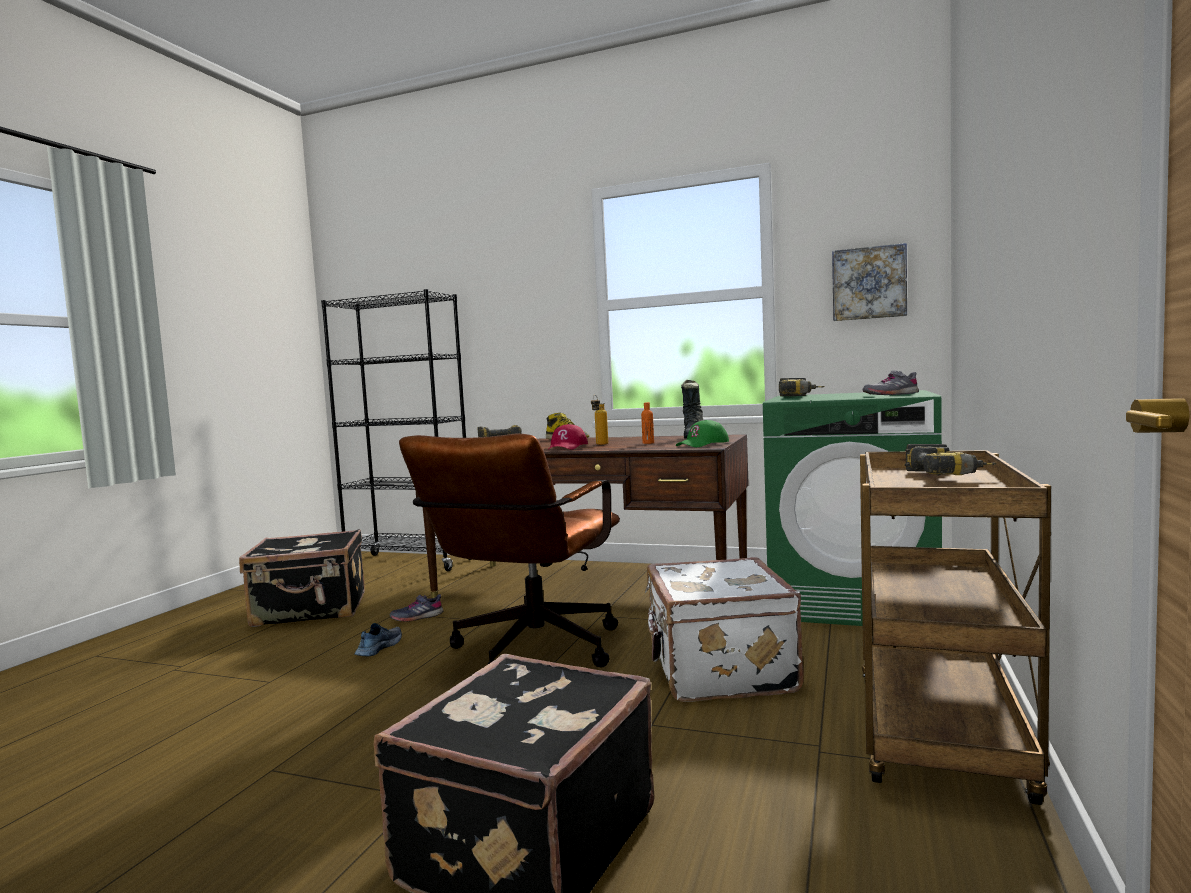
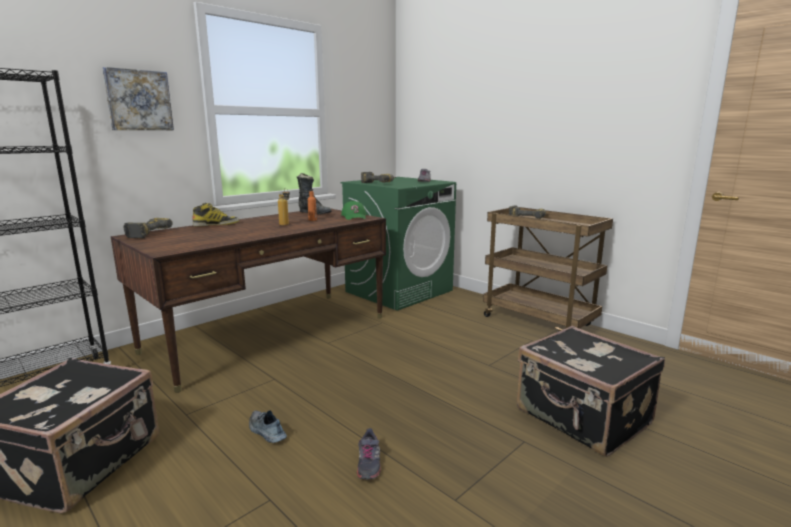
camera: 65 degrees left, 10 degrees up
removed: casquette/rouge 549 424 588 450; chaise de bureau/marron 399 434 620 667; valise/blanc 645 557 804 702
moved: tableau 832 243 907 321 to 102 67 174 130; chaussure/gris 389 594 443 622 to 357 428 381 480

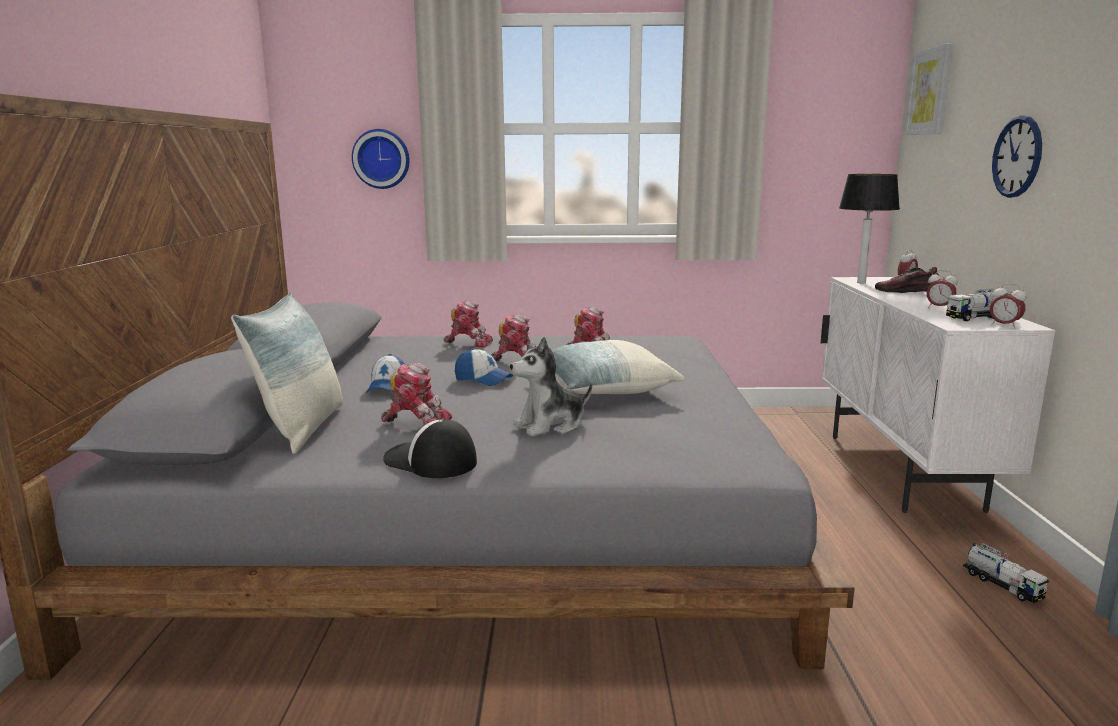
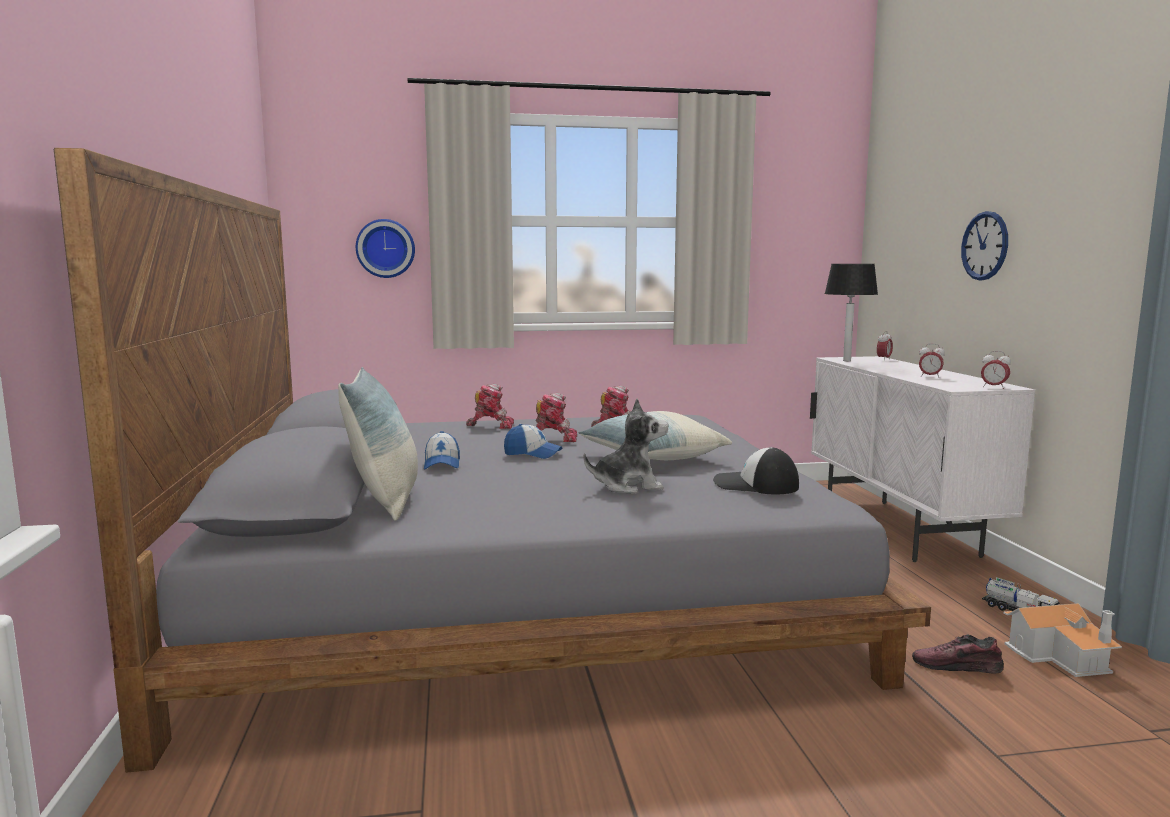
camera: 10 degrees left, 5 degrees down
removed: tableau 905 43 953 135; camion jouet 946 289 1009 321; robot jouet 381 363 452 426
added: maison miniature 1003 603 1122 677
moved: chaussure 875 267 940 293 to 912 635 1004 674; casquette 383 419 477 478 to 713 447 799 494
turned: peluche 510 337 592 437 = 583 399 669 494 150 degrees counterclockwise

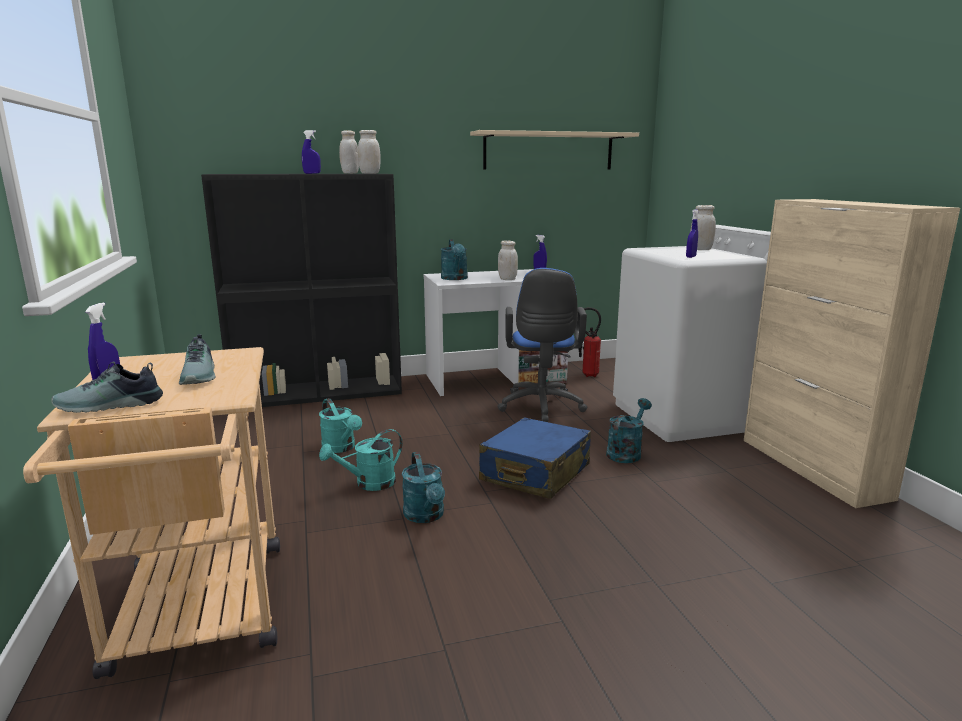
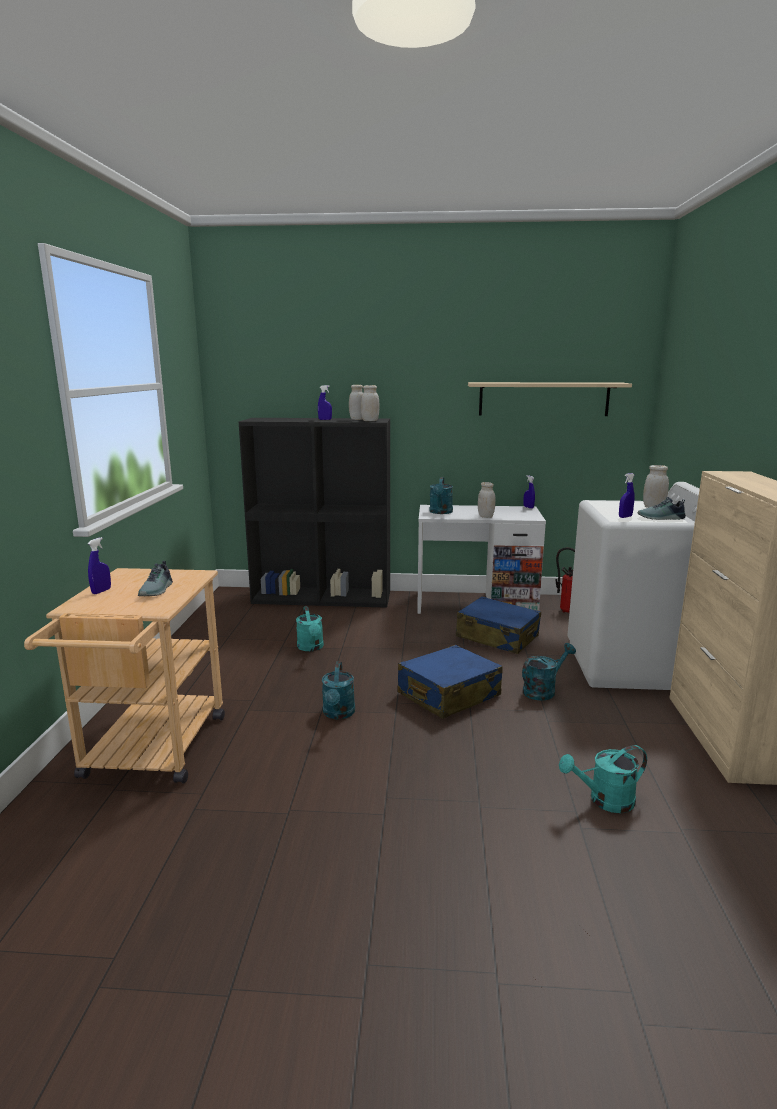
camera: 20 degrees right, 0 degrees up
moved: chaussure 51 361 163 413 to 638 497 686 520; arrosoir/turquoise 319 429 402 491 to 559 745 647 813
replaced: chaise de bureau/bleu 497 268 587 422 to valise/bleu 456 596 541 654

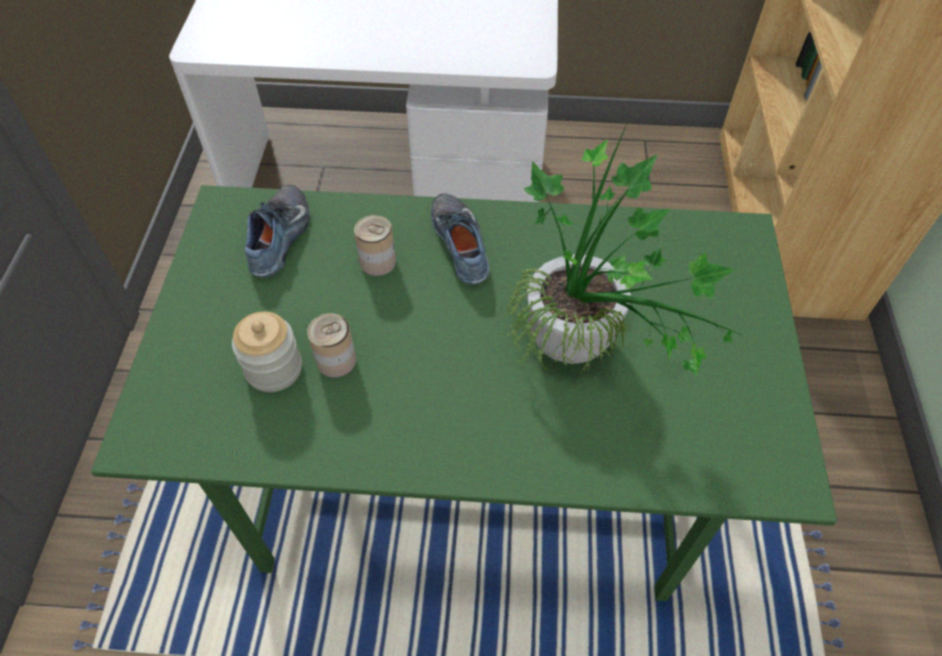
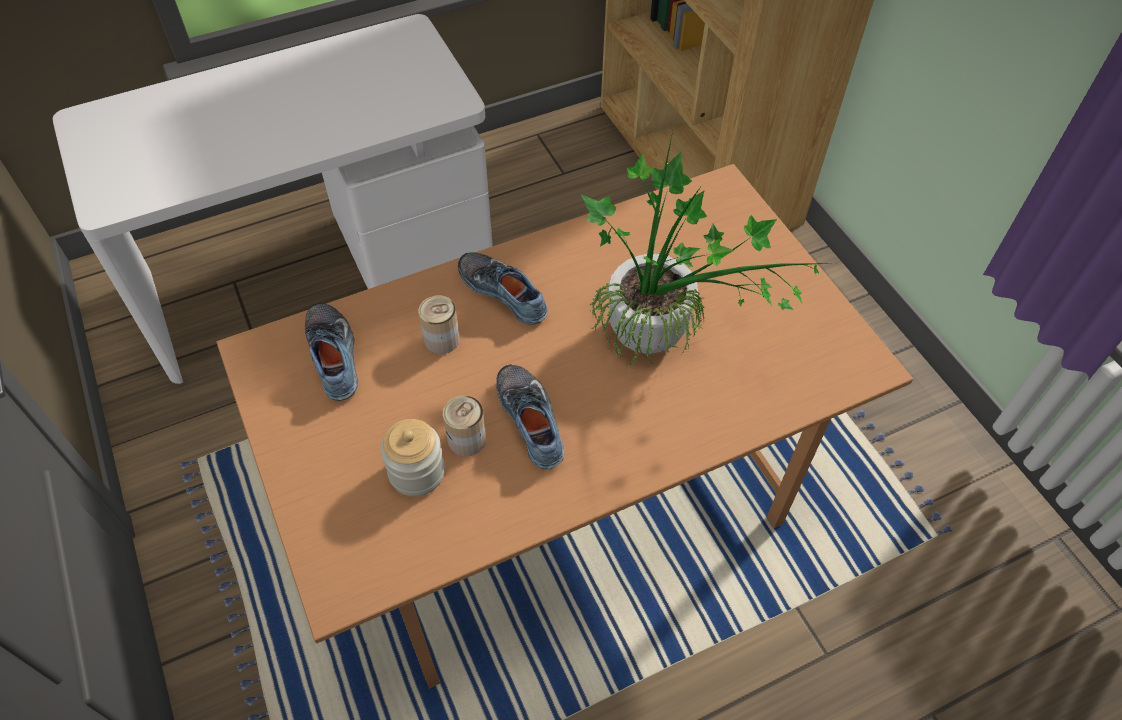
camera: 30 degrees left, 0 degrees up
added: chaussure 496 364 564 469
recoloured: table à manger/vert 91 185 837 601 to table à manger/marron 216 164 913 689

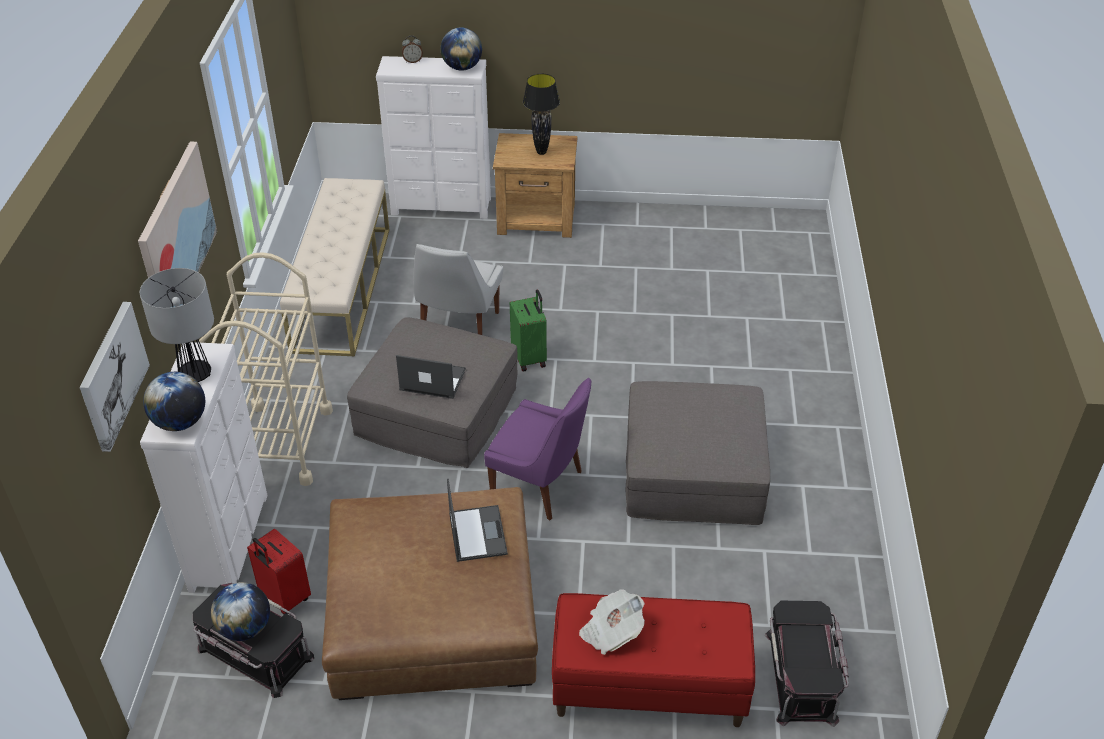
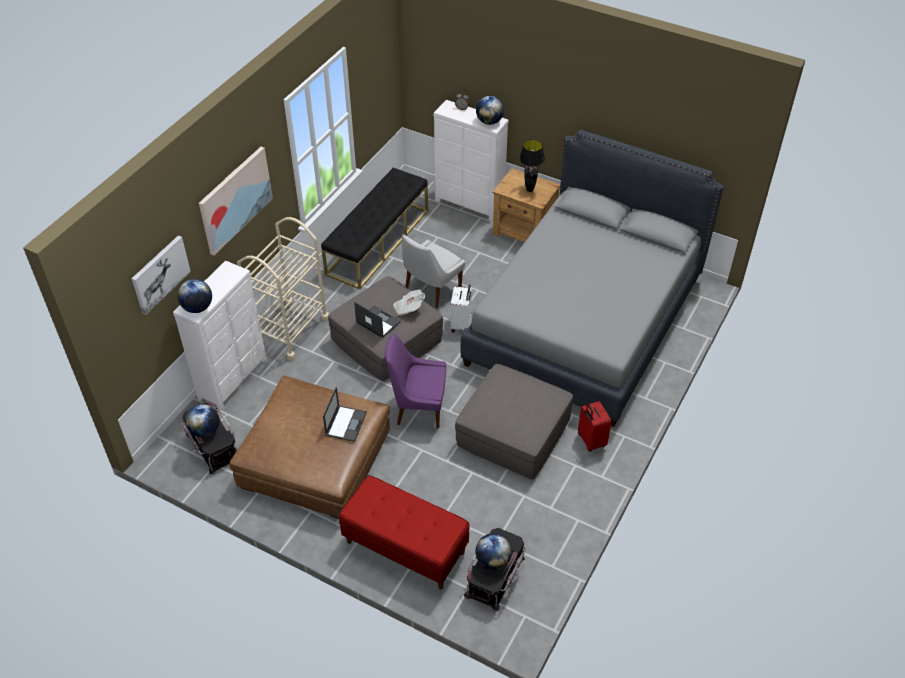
camera: 25 degrees right, 5 degrees up
removed: lampe de table 140 268 214 382
added: lit/gris 461 130 724 427; globe 475 533 512 570
moved: valise/rouge 247 529 311 615 to 578 401 612 452; journal 579 589 645 655 to 393 289 425 316
recoloured: banc/beige 280 178 390 356 to banc/noir 321 168 428 289; valise/vert 510 289 547 372 to valise/blanc 451 285 472 333
turned: chaise/violet 484 378 591 521 = 385 334 446 429 135 degrees clockwise

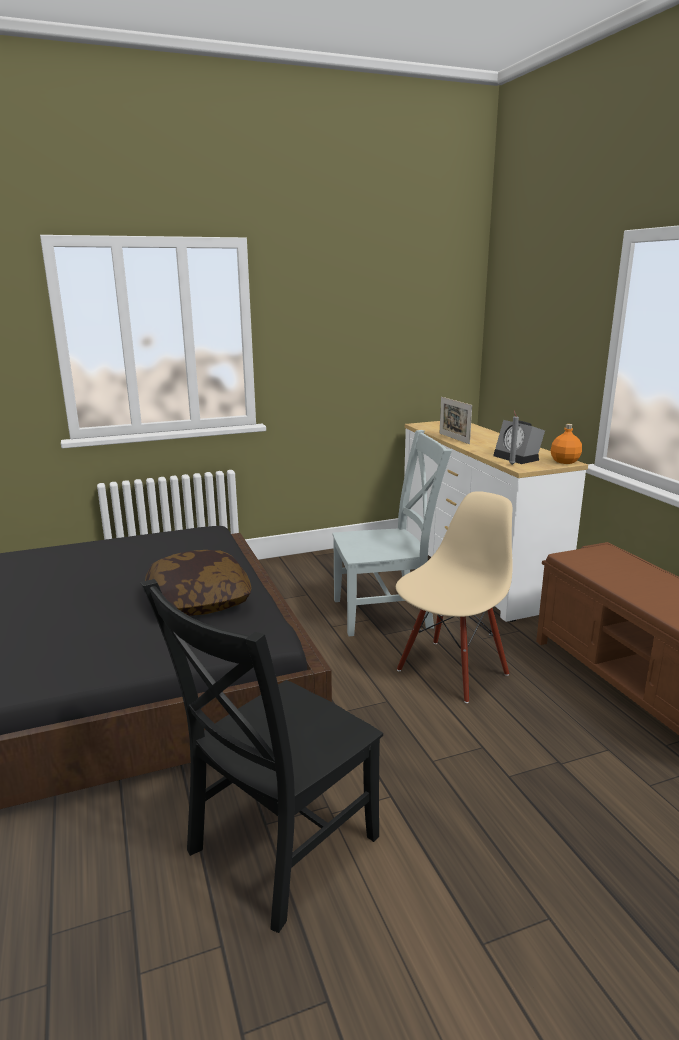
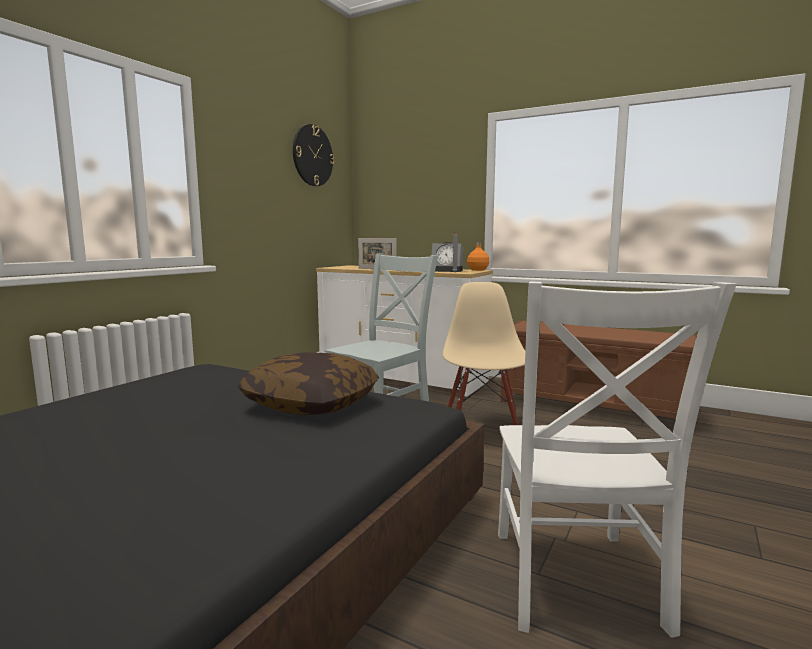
camera: 40 degrees left, 10 degrees down
added: horloge murale 293 124 334 186
recoloured: chaise/noir 140 579 383 933 to chaise/blanc 498 282 737 638

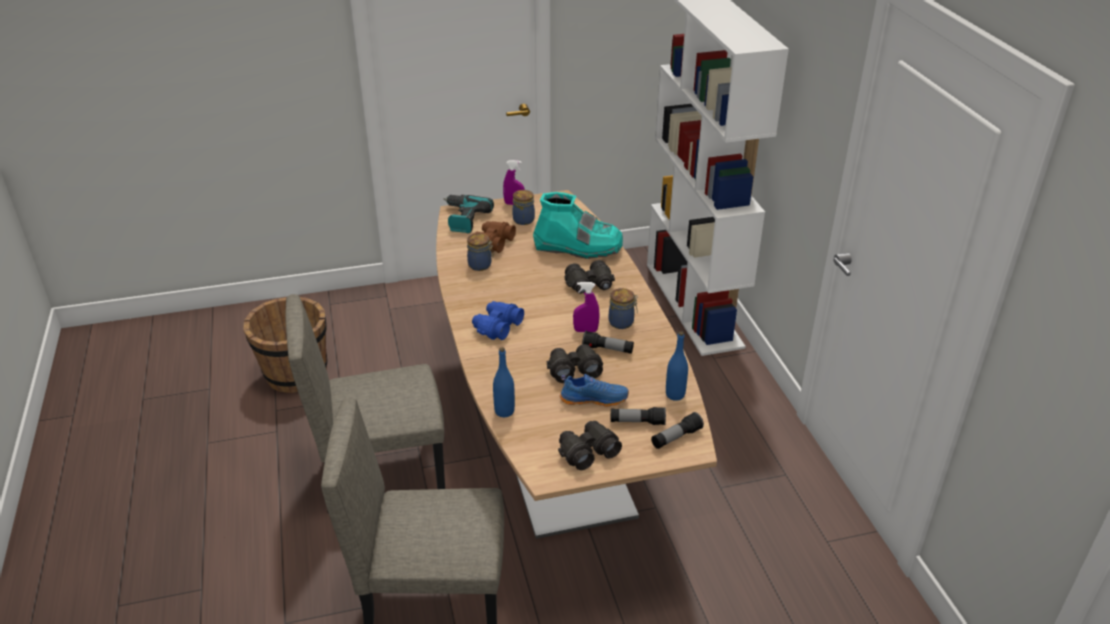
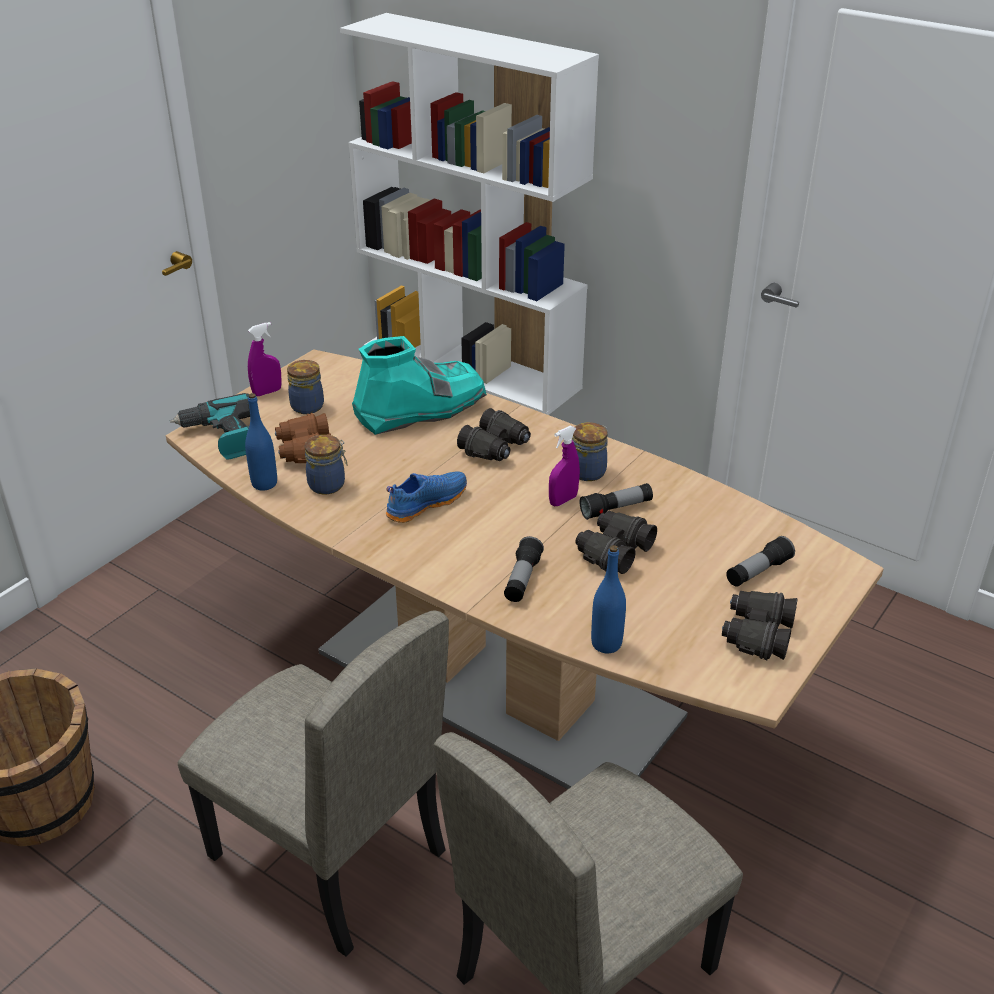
camera: 40 degrees left, 0 degrees up
removed: jumelles/bleu 472 301 524 340
moved: bouteille/bleu 666 331 688 401 to 245 393 277 490; chaussure/bleu 560 374 629 407 to 386 471 467 523; lampe de poche 651 412 704 449 to 504 536 544 602
turned: chaise/beige 286 294 445 513 = 178 611 449 956 90 degrees counterclockwise

